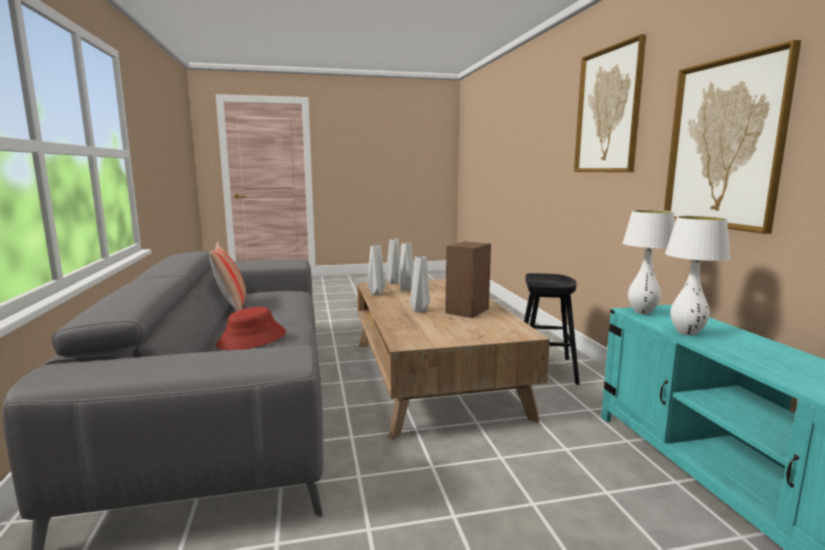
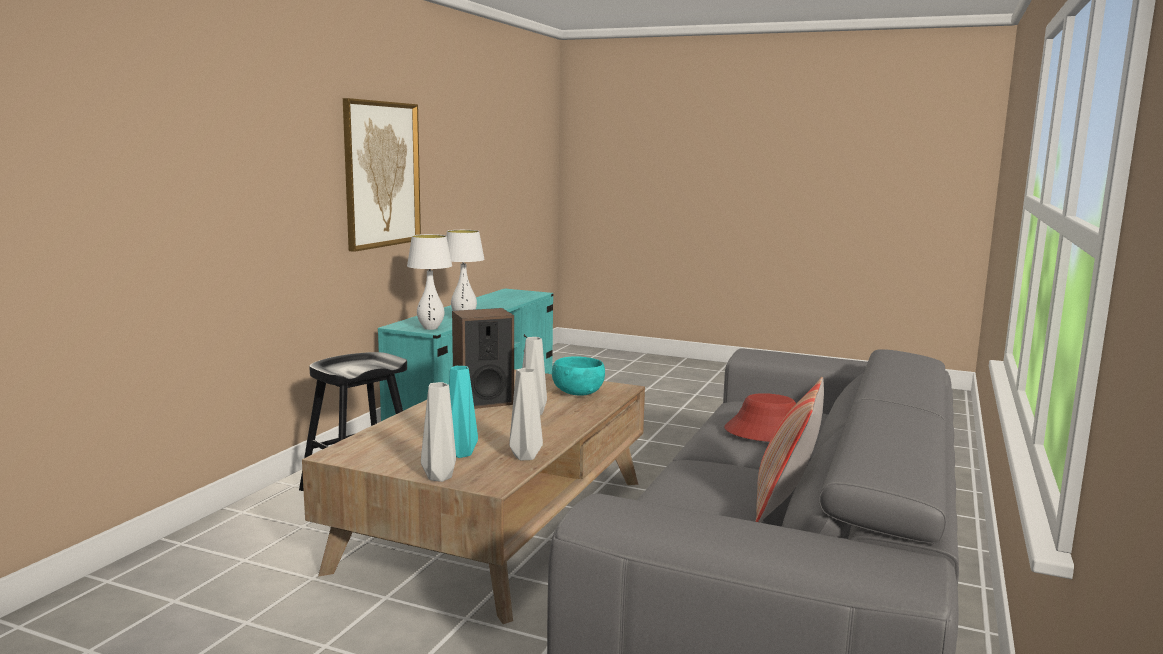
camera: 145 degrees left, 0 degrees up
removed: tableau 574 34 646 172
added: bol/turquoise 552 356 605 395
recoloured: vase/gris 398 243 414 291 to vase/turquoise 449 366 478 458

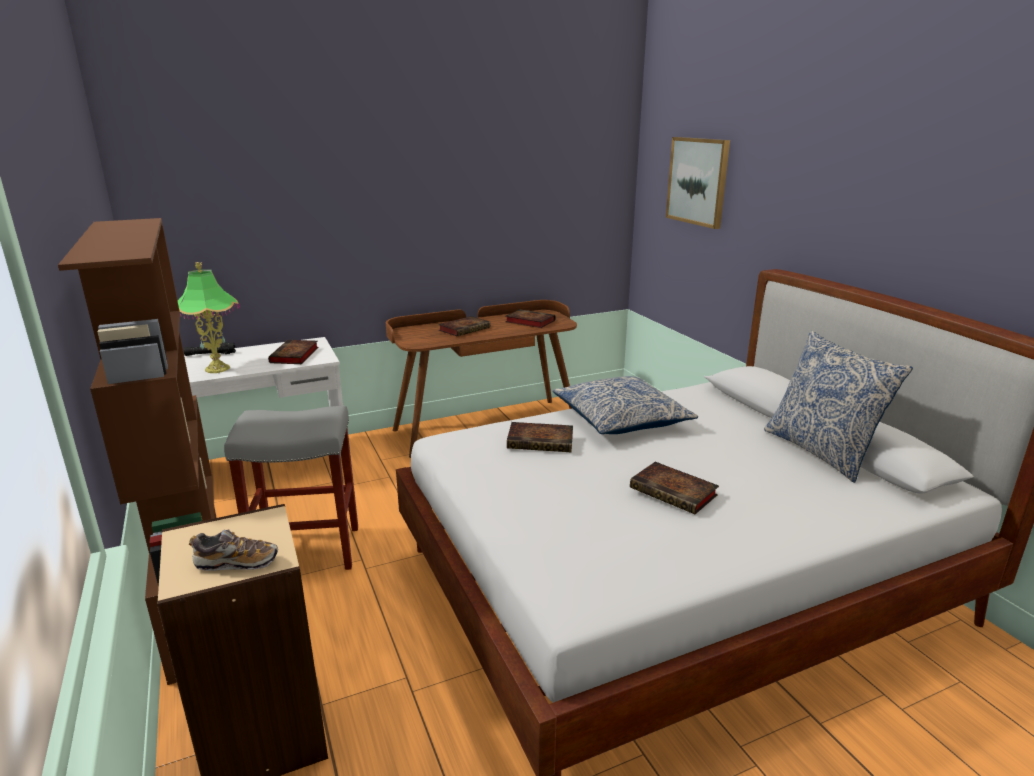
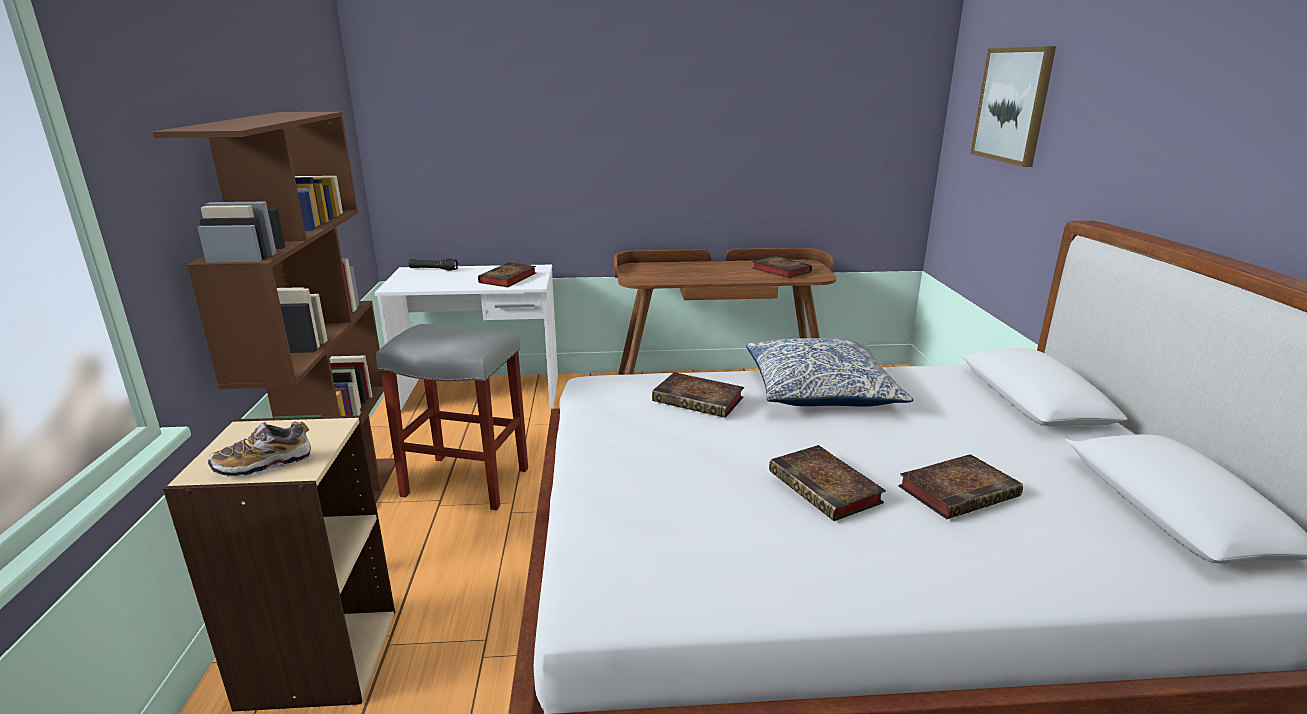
camera: 20 degrees right, 0 degrees up
removed: lampe de table 178 262 240 373; coussin 764 331 913 483
moved: livre 438 316 490 336 to 898 454 1023 519
turned: chaussure 189 529 278 571 = 207 422 311 477 135 degrees clockwise

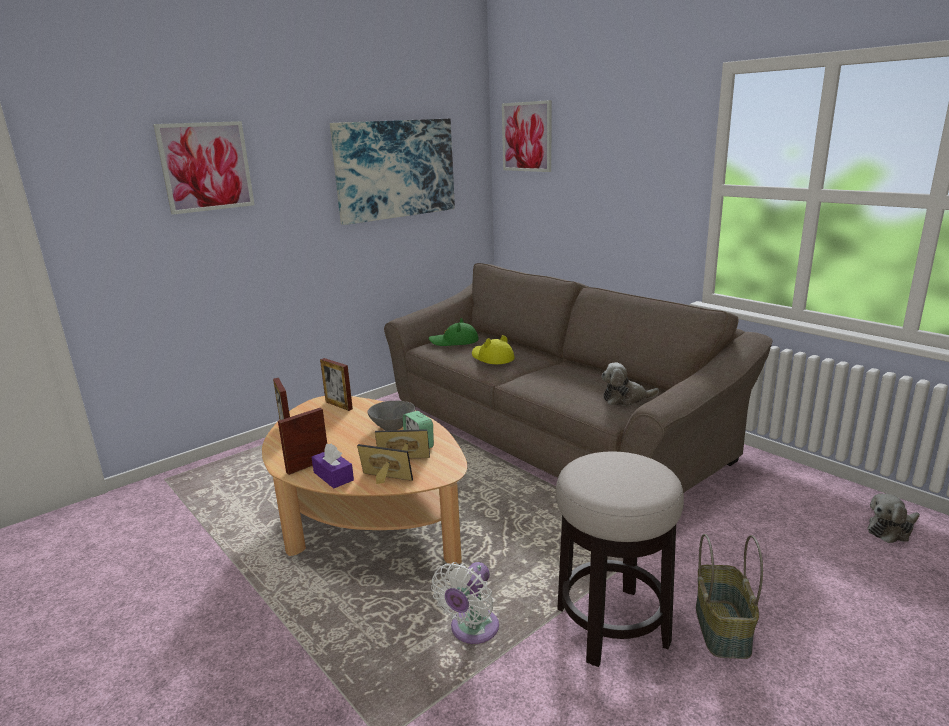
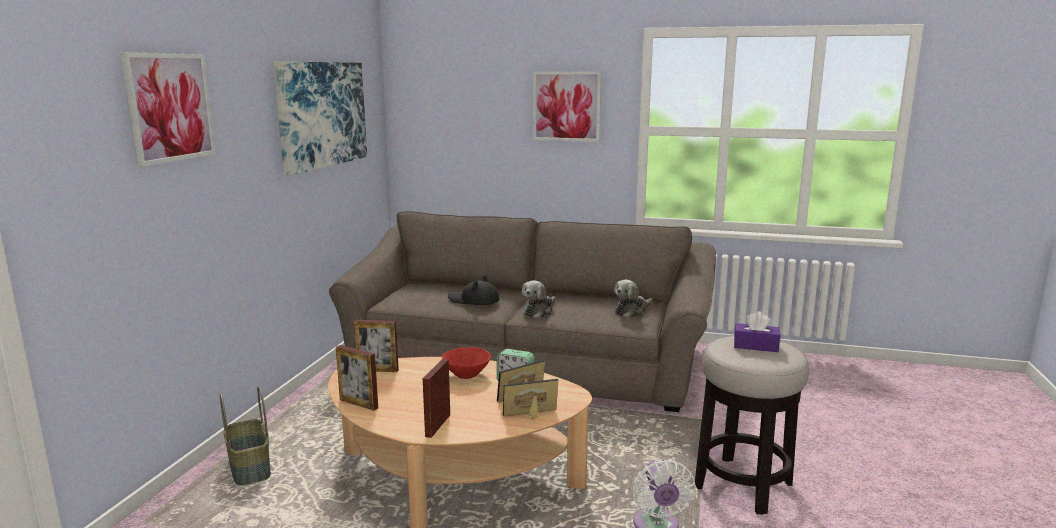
camera: 35 degrees left, 5 degrees down
removed: chapeau/vert 429 318 479 346
moved: tableau 502 100 551 172 to 533 71 601 142; boîte à mouchoirs/violet 312 443 354 488 to 734 311 780 352; peluche 867 493 920 543 to 522 280 556 318; panier 696 534 763 659 to 220 386 271 486
recoloured: chapeau/jaune 472 335 515 364 to chapeau/noir 448 276 500 305; bol/gris 367 401 415 430 to bol/rouge 442 347 491 379

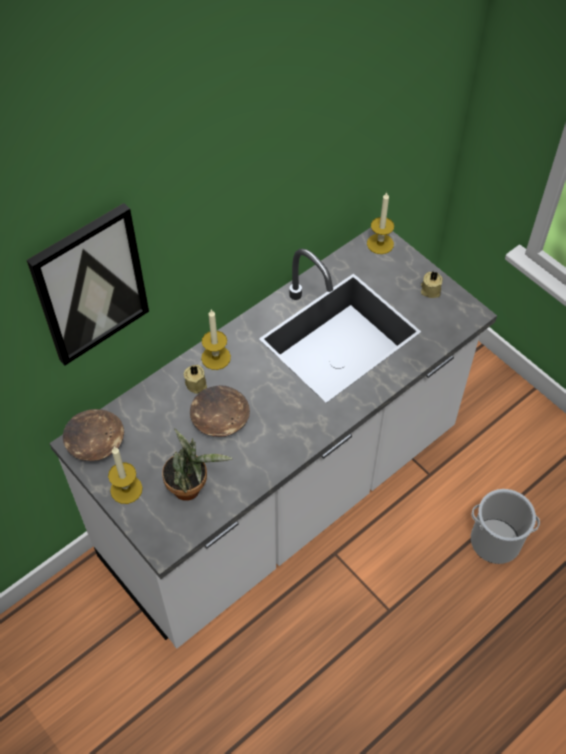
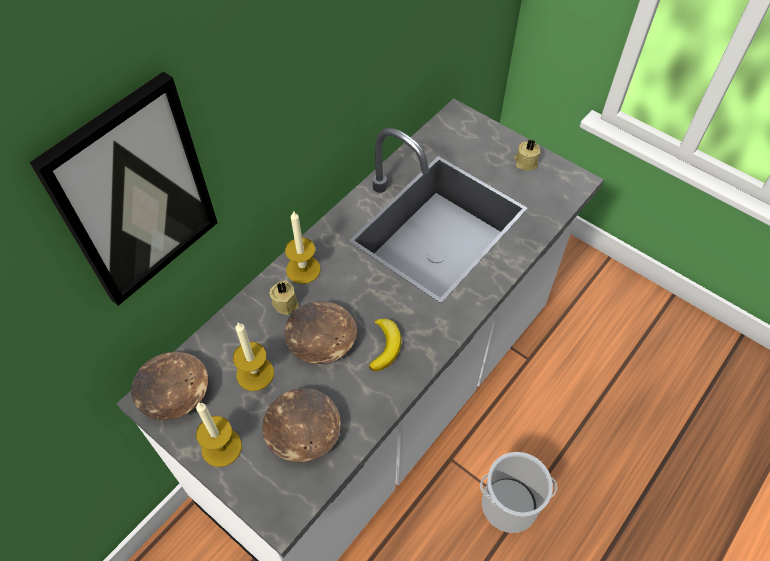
camera: 10 degrees left, 0 degrees up
added: banane 369 319 401 372
moved: bougie 367 192 394 254 to 233 322 274 391; seau 471 489 540 564 to 480 452 557 533
replaced: plante en pot 162 428 233 501 to bol/marron 262 388 341 463

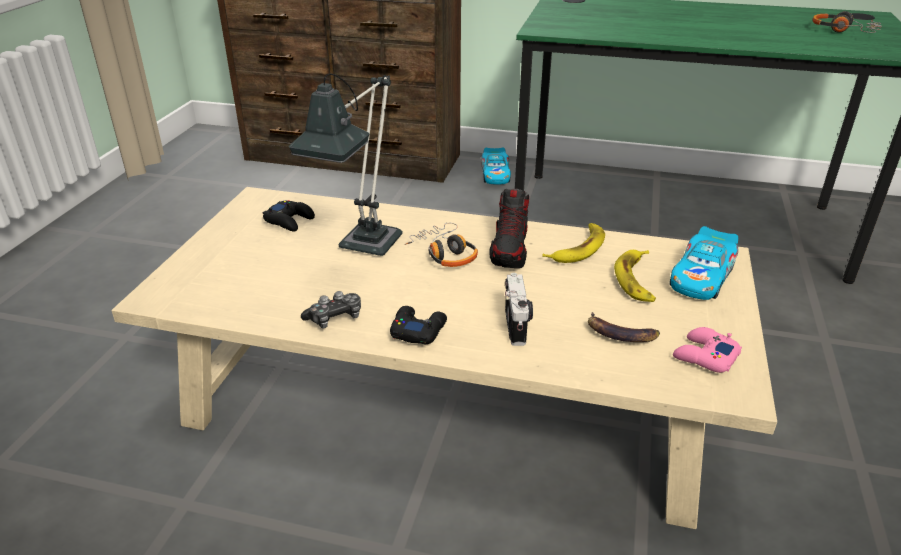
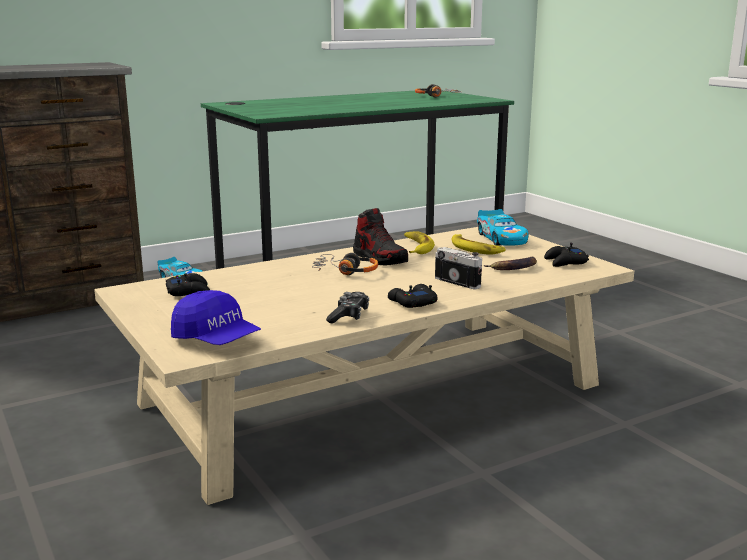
camera: 45 degrees left, 15 degrees down
removed: lampe de table 289 74 403 256
added: casquette/bleu 171 290 261 345
recoloured: manette/rose 673 327 742 373 to manette/noir 544 243 589 267

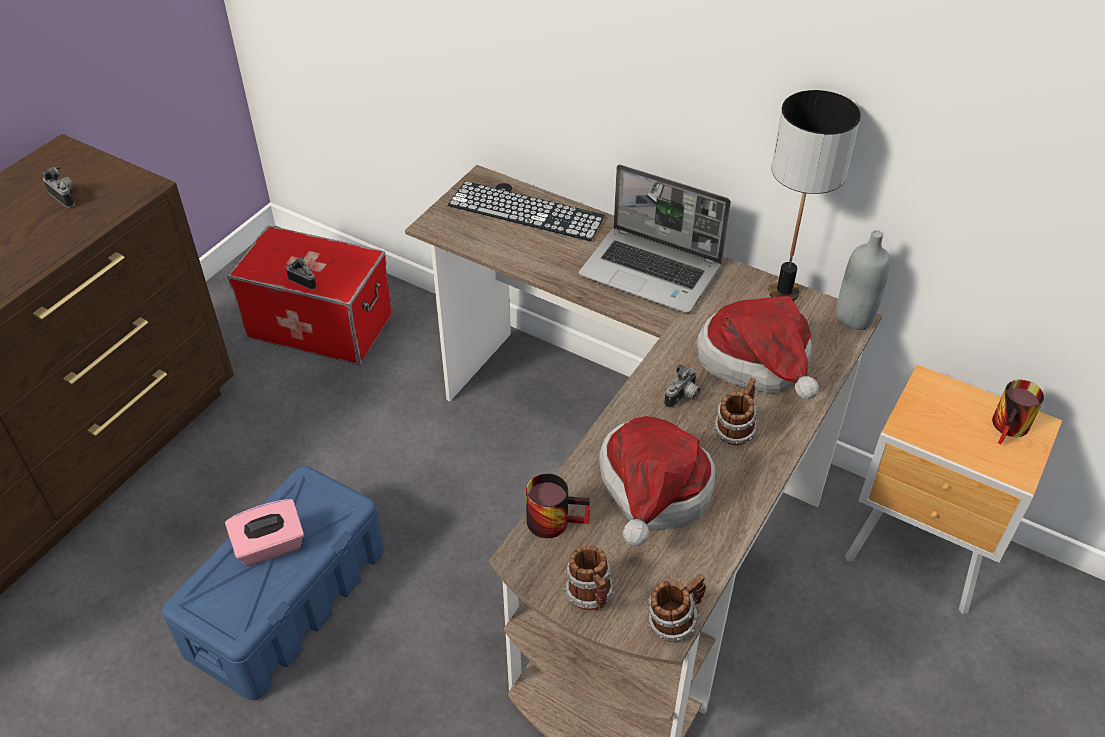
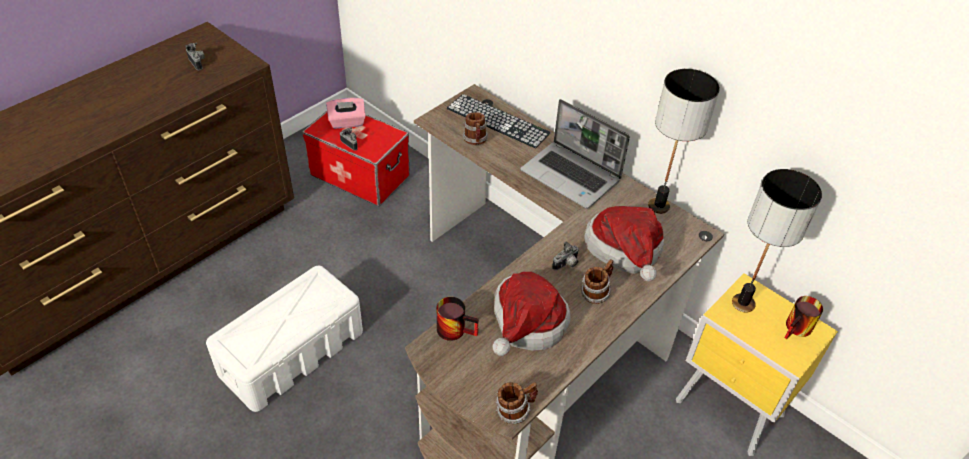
camera: 10 degrees right, 0 degrees up
removed: bouteille/gris 836 230 890 330
added: lampe de table 732 169 822 312
moved: boîte à mouchoirs/rose 225 499 304 566 to 326 98 366 129; mug 564 546 614 610 to 463 112 488 145
recoloured: table de chevet/marron 845 365 1062 614 to table de chevet/jaune 676 273 838 456; boîte de rangement/bleu 162 466 384 700 to boîte de rangement/blanc 206 266 363 412

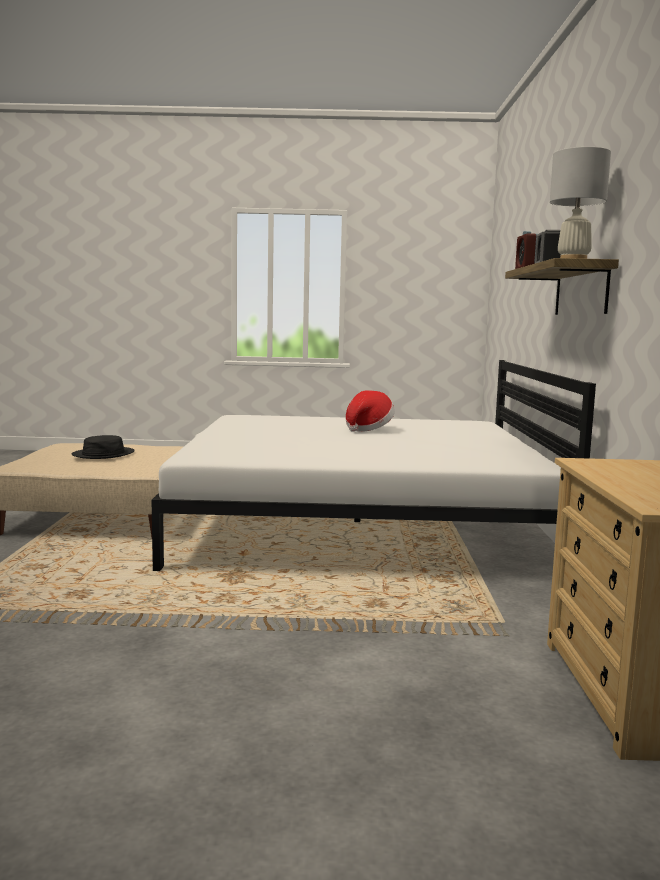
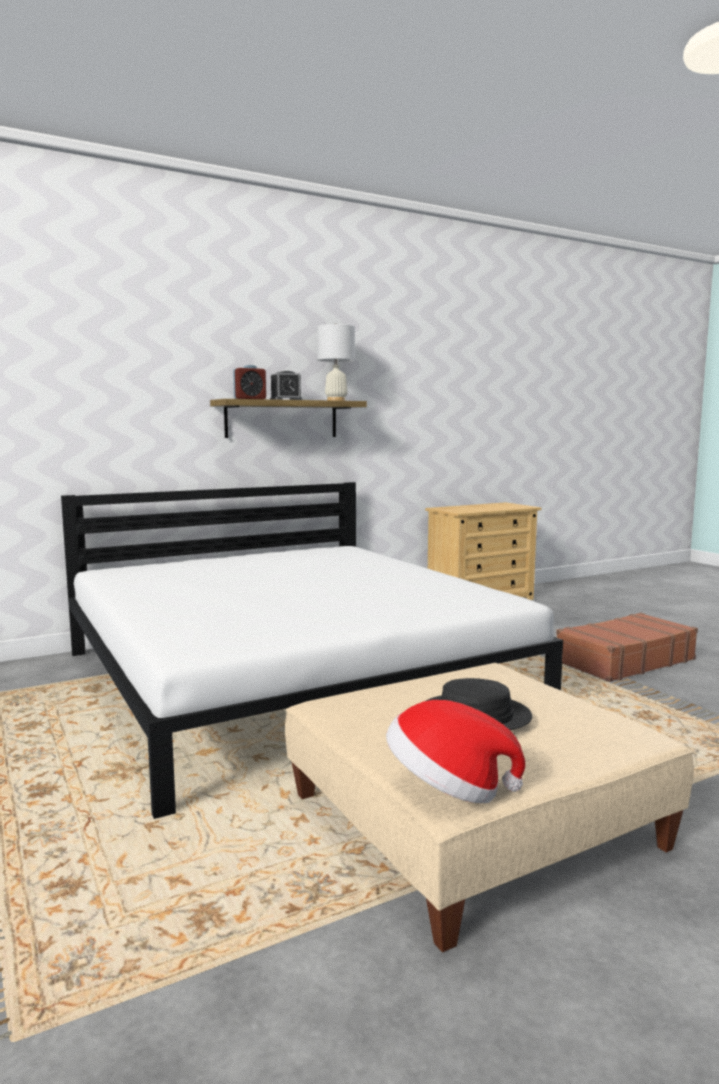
camera: 120 degrees left, 0 degrees up
added: valise/marron 556 613 698 682
moved: chapeau 345 390 395 432 to 386 700 525 803

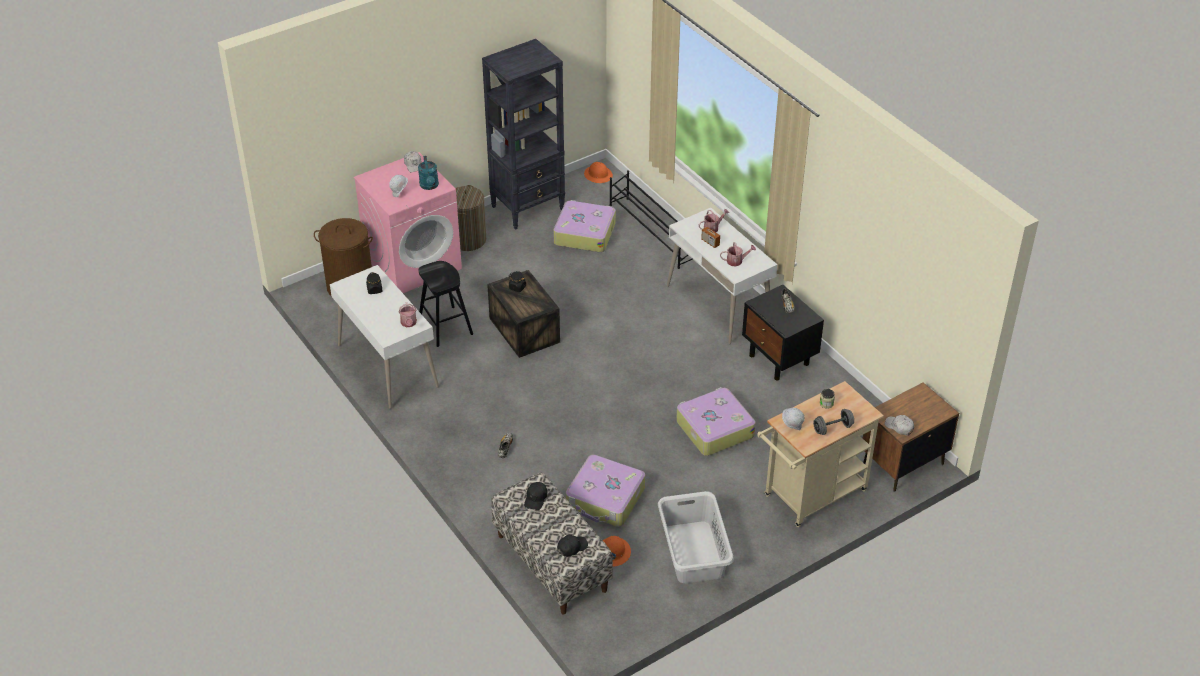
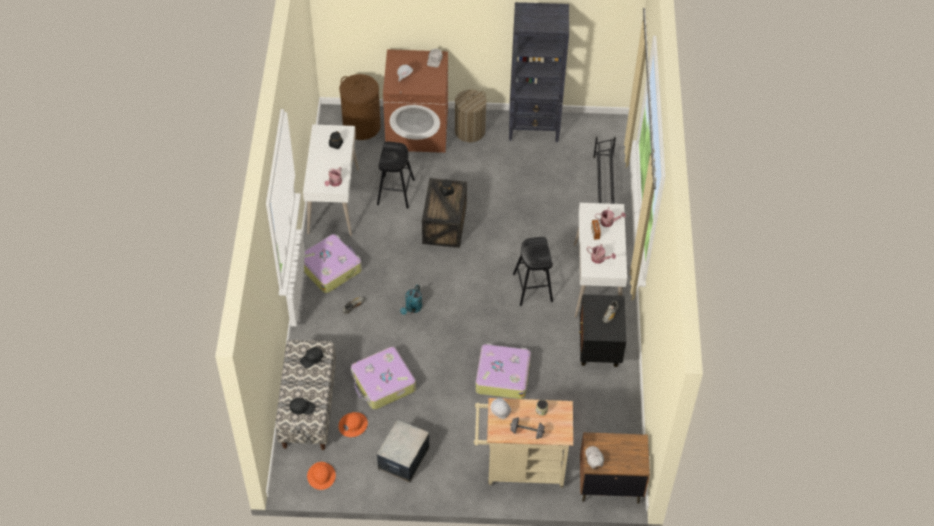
camera: 35 degrees right, 10 degrees up
added: tabouret/noir 513 237 553 306
moved: arrosoir/turquoise 418 156 439 190 to 400 285 422 315; casque de chantier/orange 584 162 613 183 to 307 462 336 490; valise 553 200 616 252 to 304 234 362 293
replaced: panier à linge/gris 658 491 734 583 to boîte de rangement 377 419 429 482
recoloured: lave-linge/rose 354 152 462 293 to lave-linge/marron 383 49 448 153

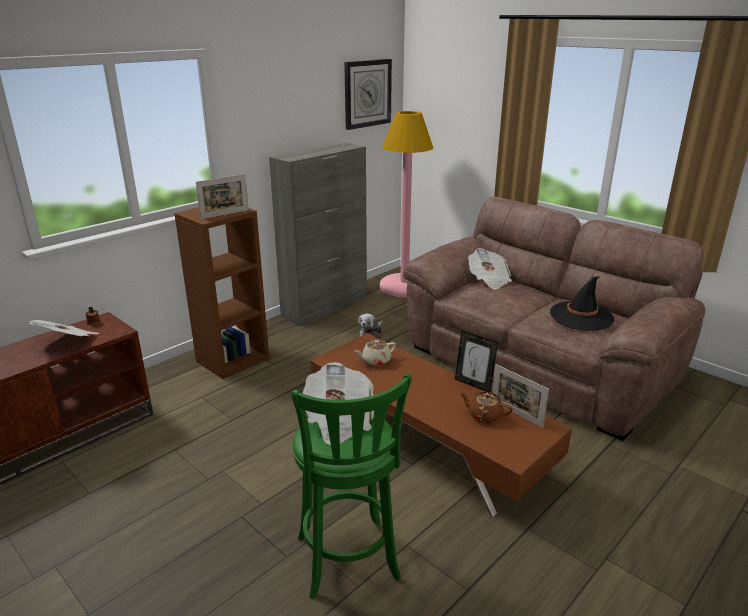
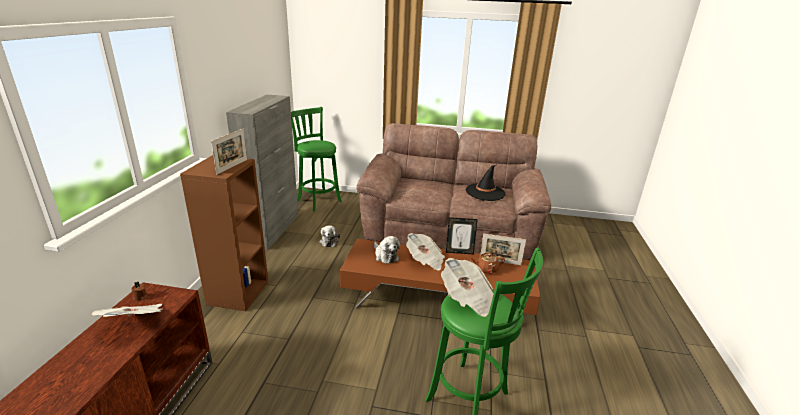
camera: 35 degrees left, 0 degrees up
removed: horloge murale 344 59 392 130
moved: journal 468 248 512 290 to 406 233 445 271
replaced: lampadaire/rose 380 111 433 297 to tabouret/vert 291 107 342 212; théière/beige 355 340 396 366 to peluche 374 236 400 264

